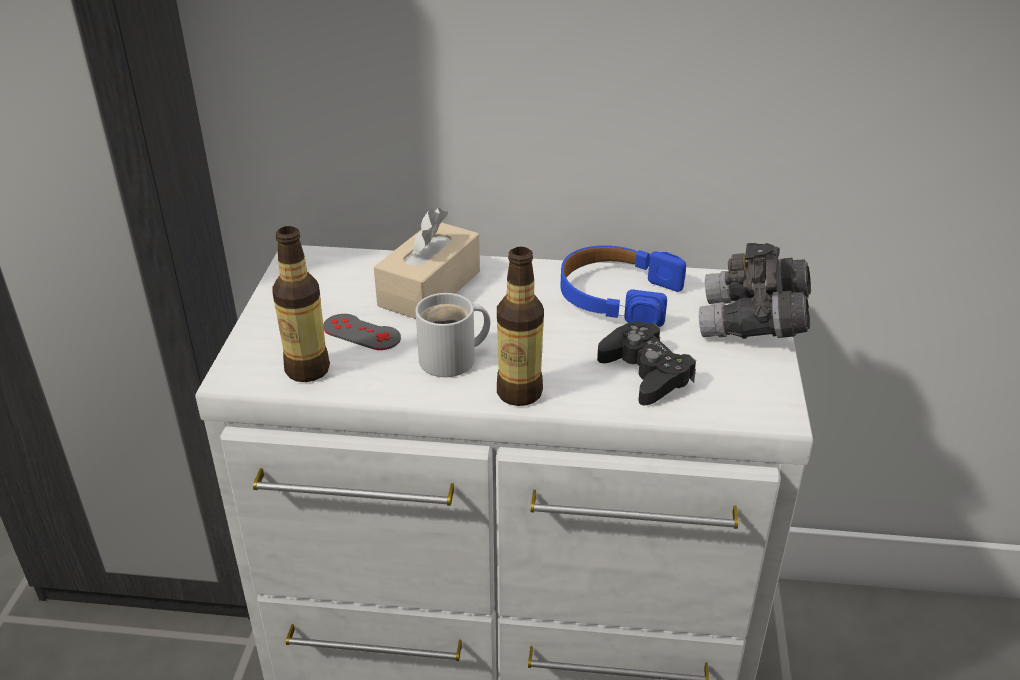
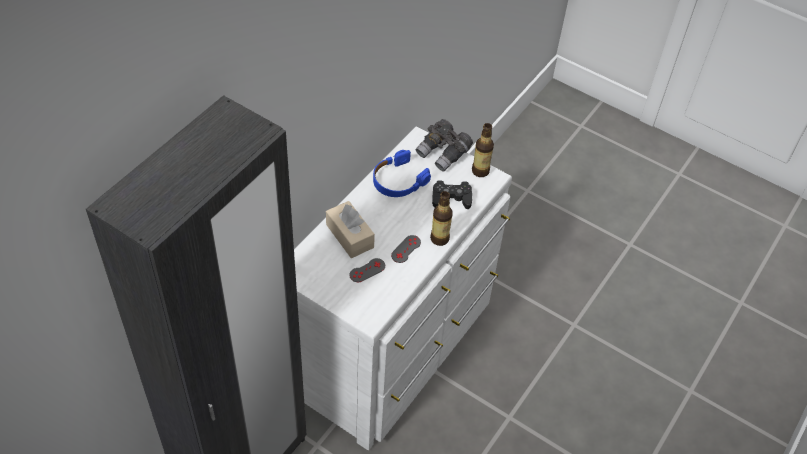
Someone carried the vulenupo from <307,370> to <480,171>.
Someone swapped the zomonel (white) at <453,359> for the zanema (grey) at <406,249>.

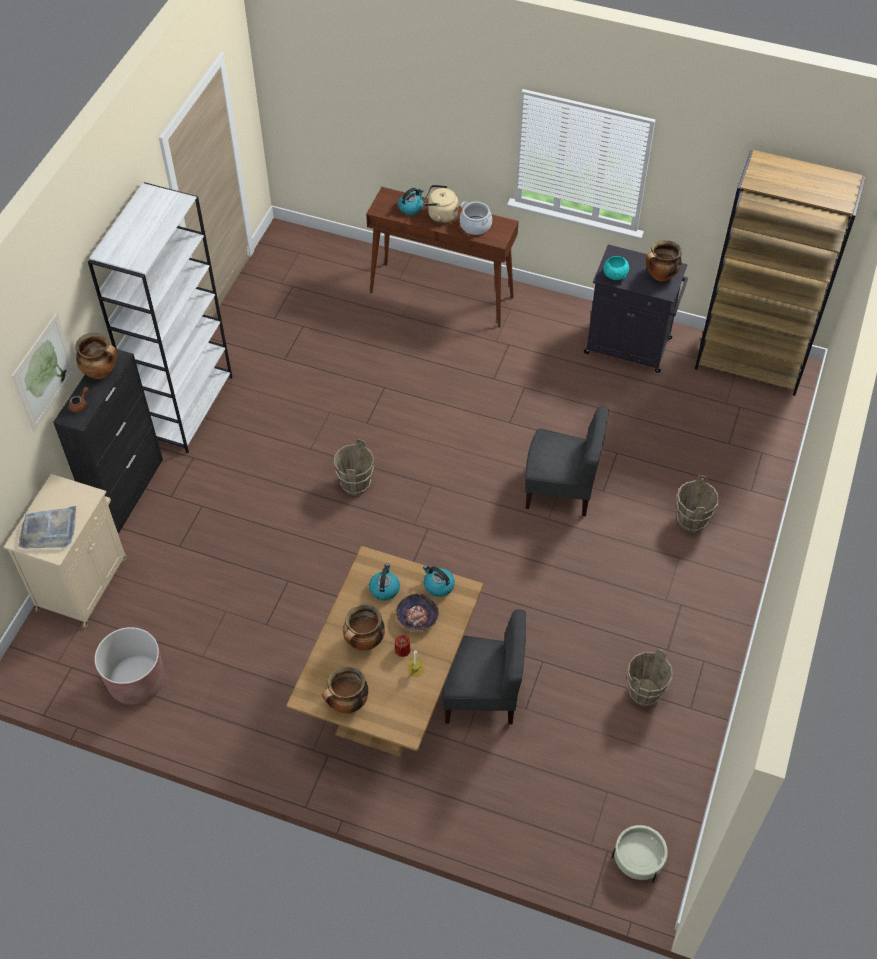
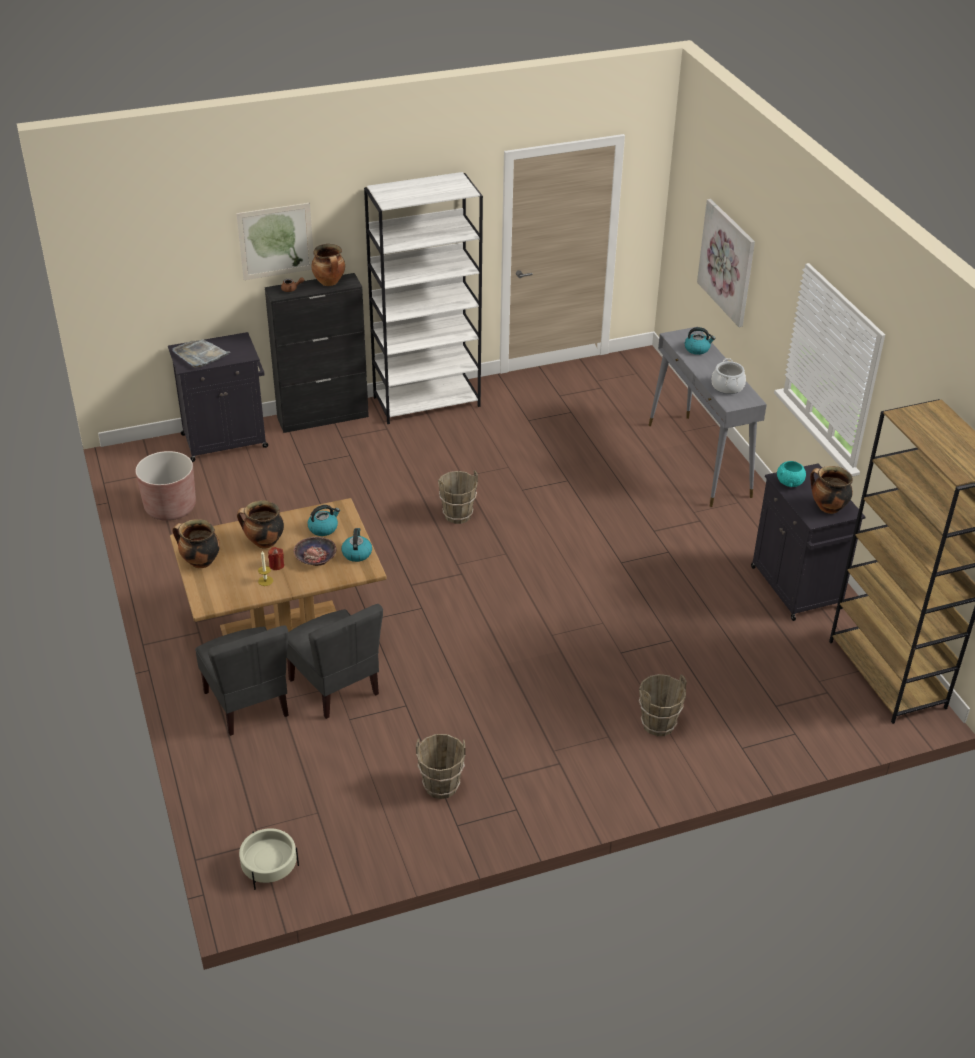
Someone took away the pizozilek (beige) at <440,215>.
Someone repainted the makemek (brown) at <442,295>, which became the makemek (grey) at <699,460>.
Someone carried the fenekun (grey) from <560,490> to <248,704>.
Someone repainted the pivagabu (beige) at <83,582>, which became the pivagabu (black) at <226,440>.
Someone put up the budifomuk at <727,262>.

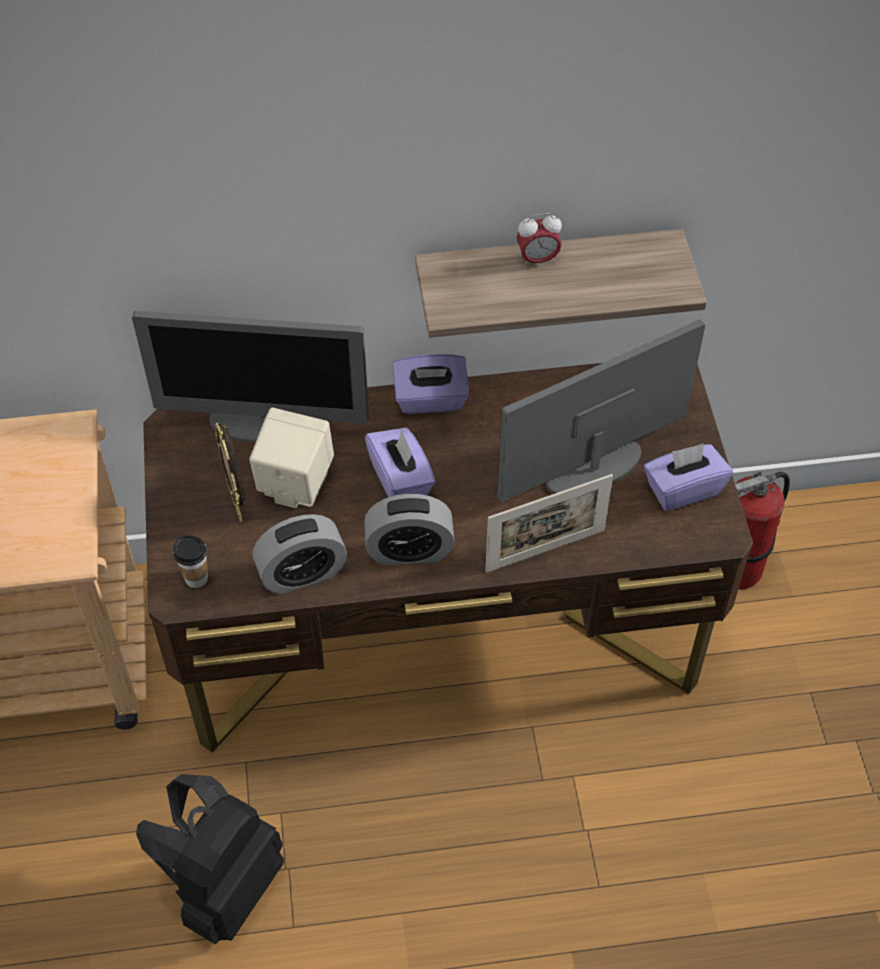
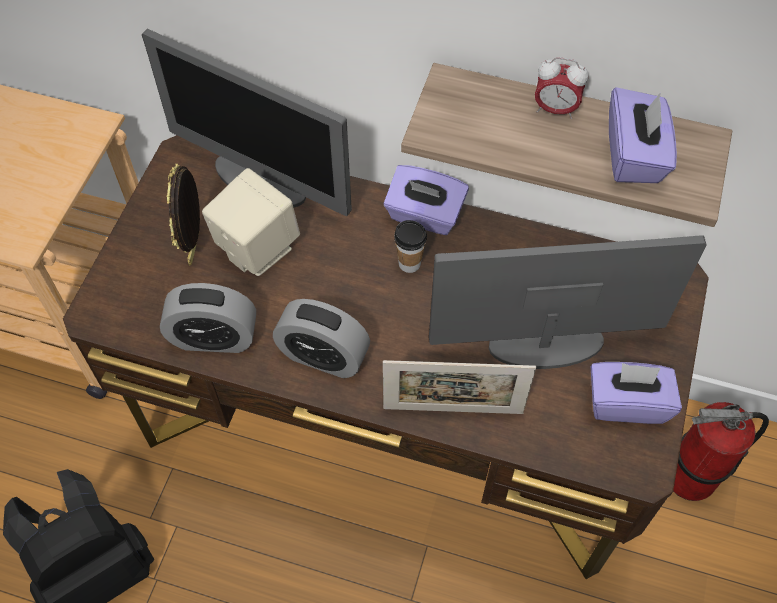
Someone carried the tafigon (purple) from <401,479> to <634,155>.
Someone carried the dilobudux from <196,578> to <409,263>.

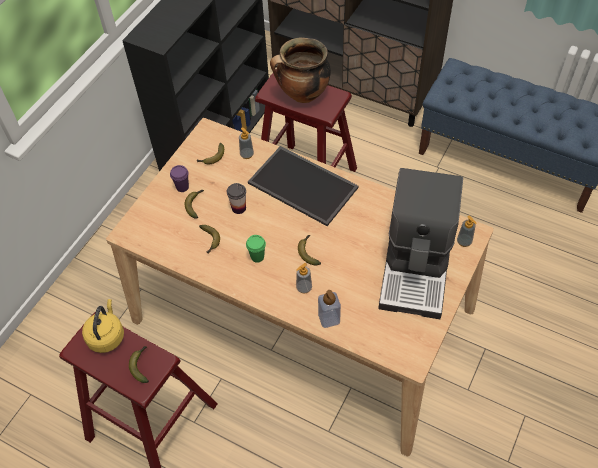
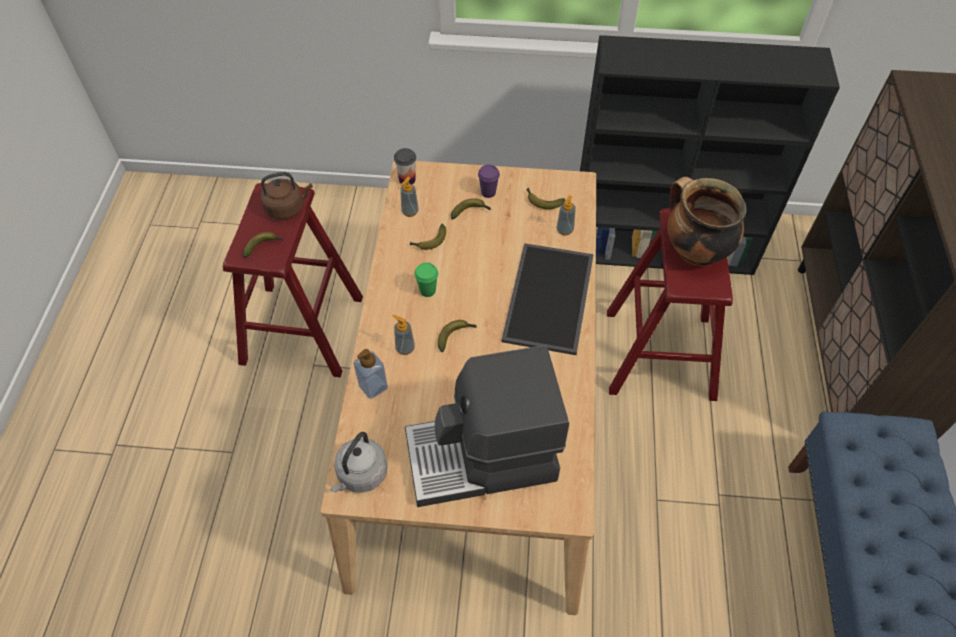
Someone carried the dilobudux from <239,208> to <407,180>.
Someone carried the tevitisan from <464,241> to <410,211>.
Someone repainted the pizozilek (yellow) at <107,336>, which became the pizozilek (brown) at <287,208>.
Someone put down the pizozilek (grey) at <361,475>.

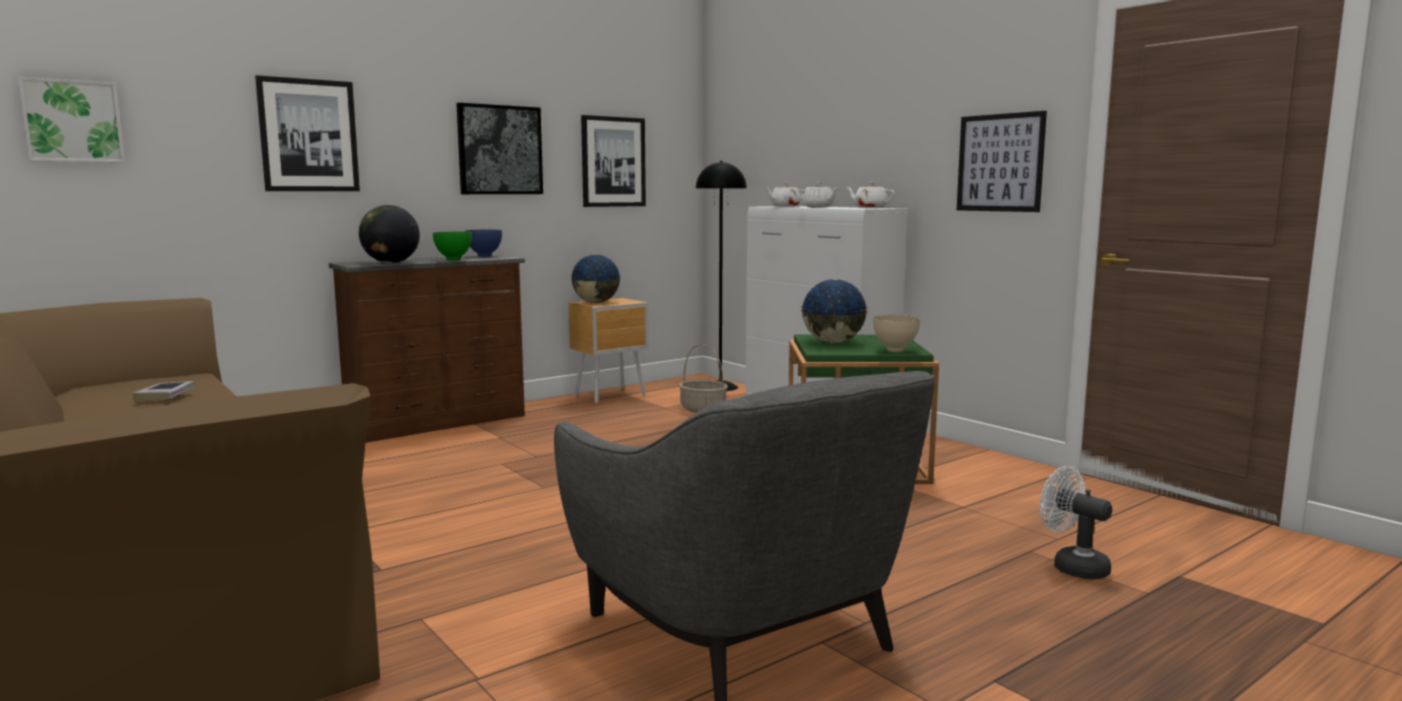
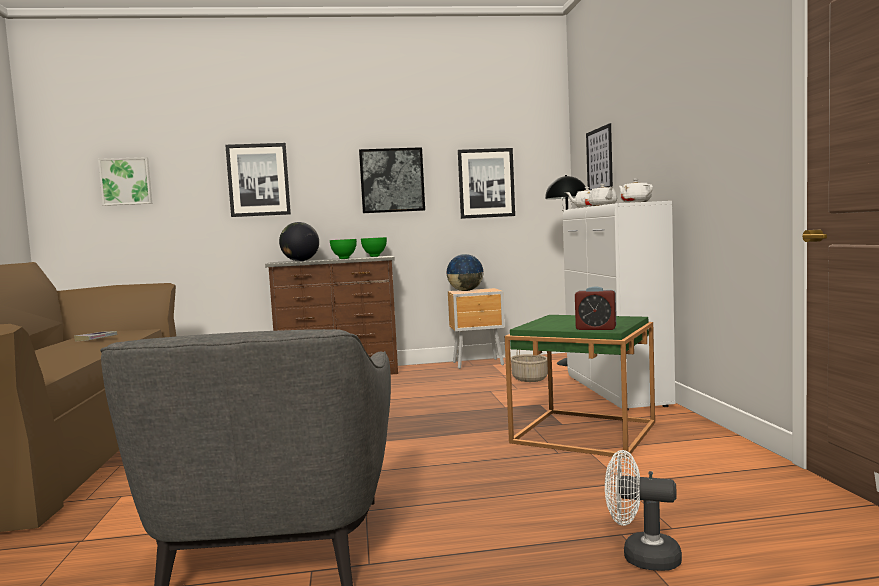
Someone carried the budifomuk from <1000,163> to <599,160>.
Someone repainted the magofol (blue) at <484,256>, which became the magofol (green) at <374,256>.
Someone took away the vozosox at <832,342>.
Someone swapped the magofol (beige) at <896,350> for the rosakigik at <596,328>.
Someone rotated the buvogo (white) at <1072,566> by 60 degrees counterclockwise.

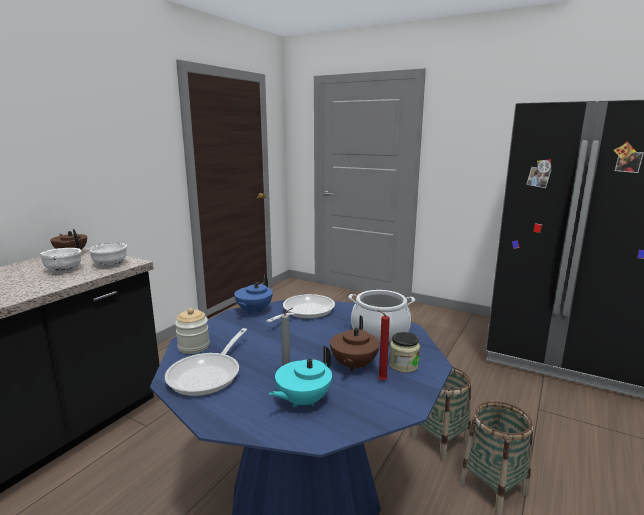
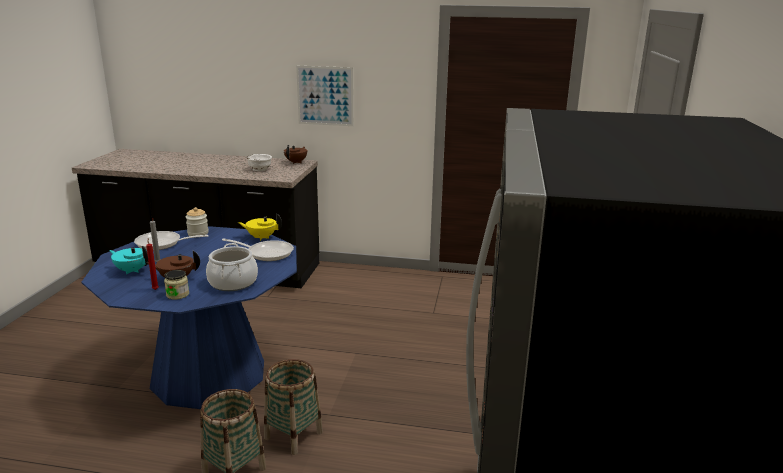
Someone took away the magofol (white) at <110,264>.
Someone repainted the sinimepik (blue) at <253,311>, which became the sinimepik (yellow) at <261,237>.
Someone put up the budifomuk at <325,96>.

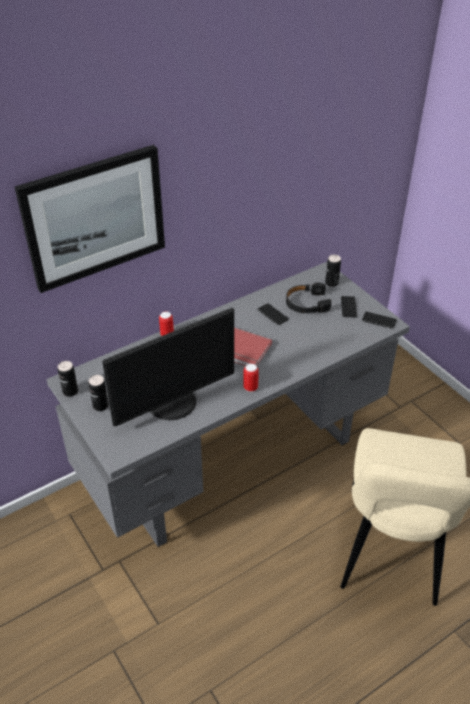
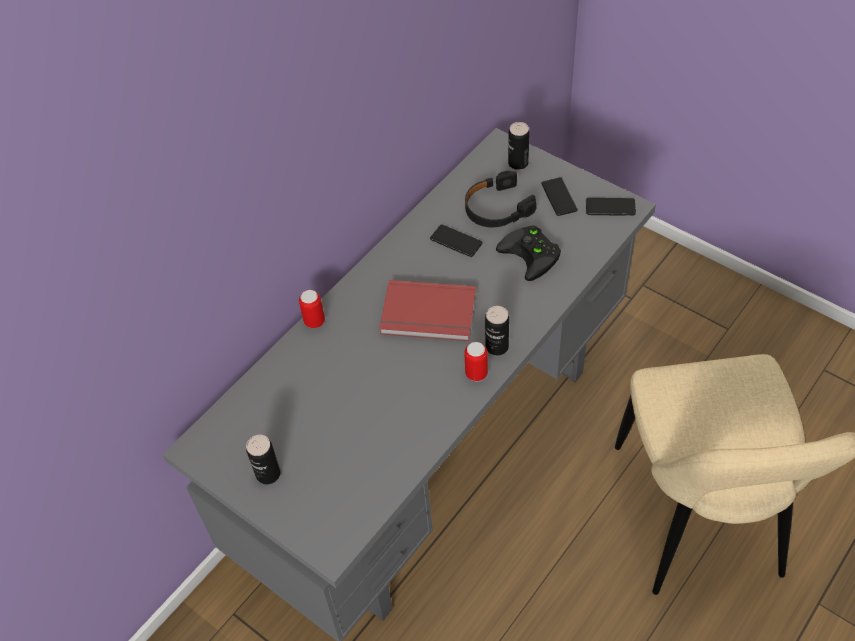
Someone took away the budifomuk at <94,217>.
Someone took away the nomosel at <173,403>.
Someone carried the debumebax from <70,391> to <497,347>.
Someone put down the zanema (black) at <533,255>.

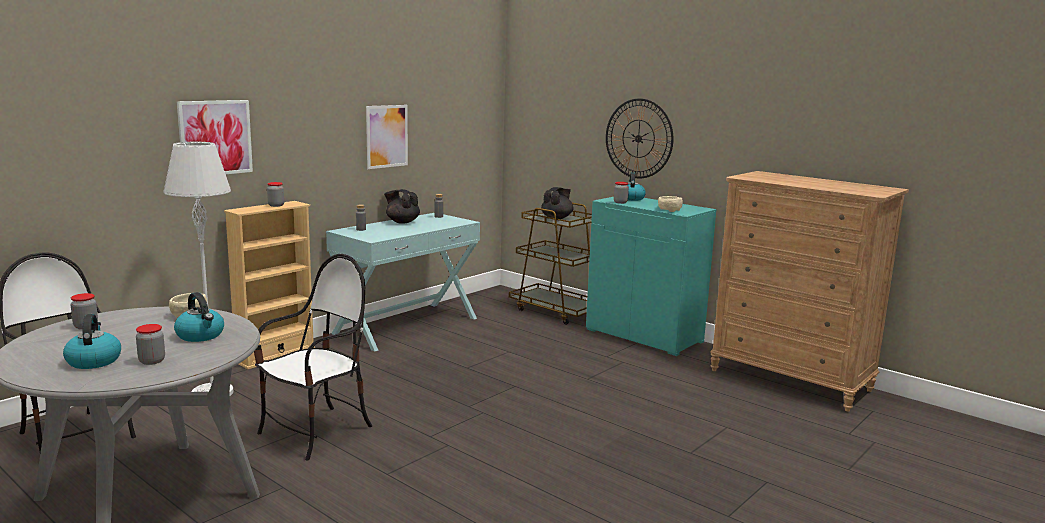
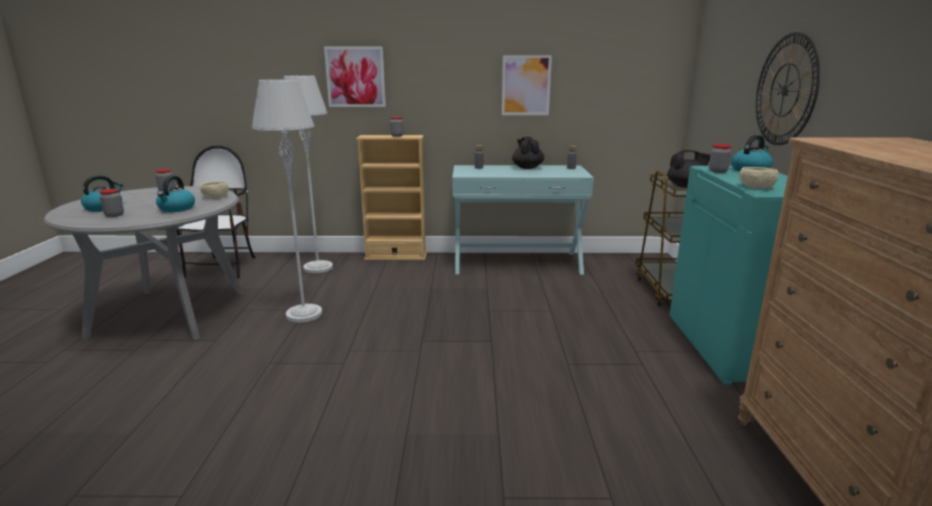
Someone swapped the fenekun at <316,432> for the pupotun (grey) at <304,314>.

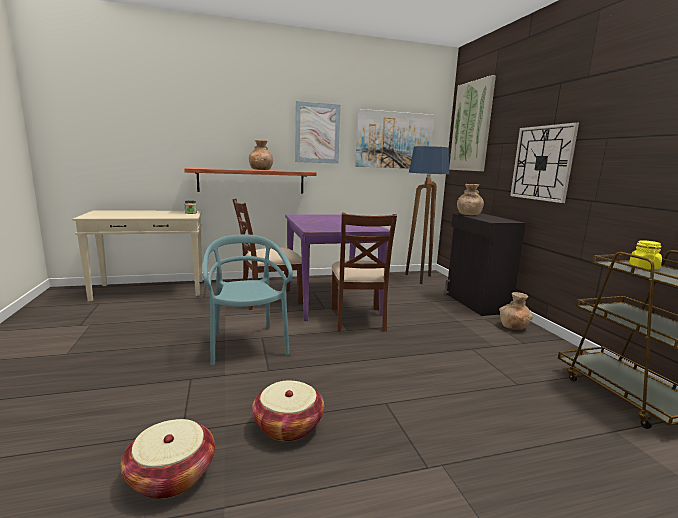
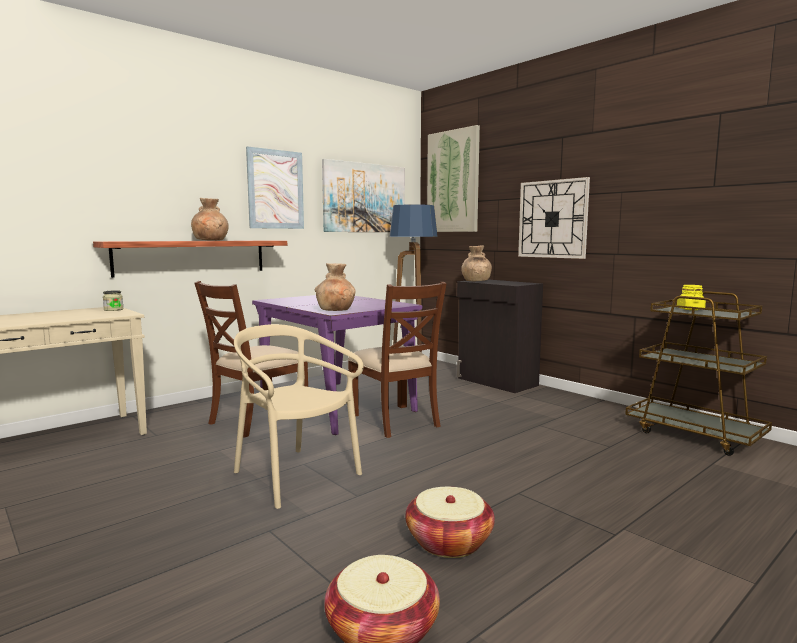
Someone repainted the fenekun (turquoise) at <247,344>, which became the fenekun (beige) at <294,476>.
Someone carried the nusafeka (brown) from <513,327> to <336,310>.

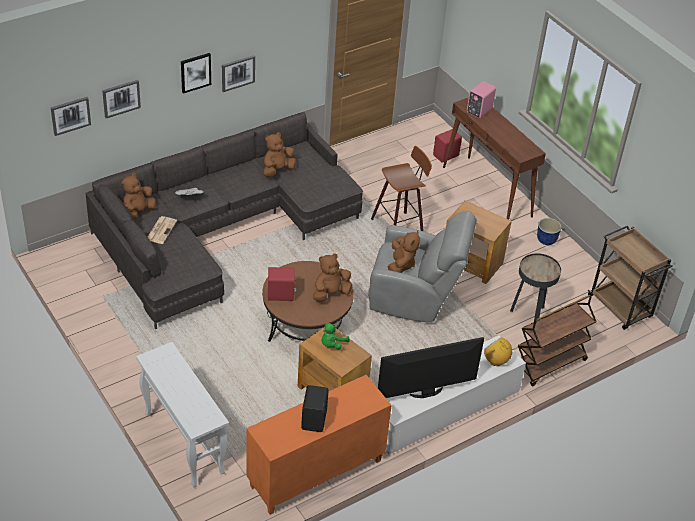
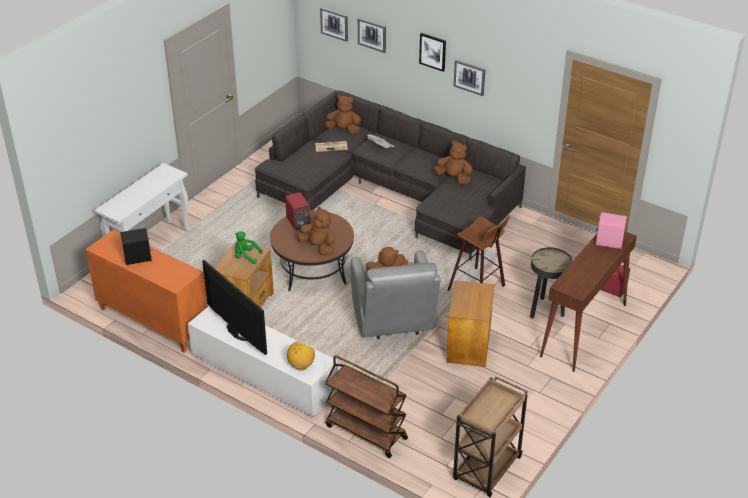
Someone took away the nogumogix at <546,240>.
Someone carried the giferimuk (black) from <529,315> to <545,311>.

